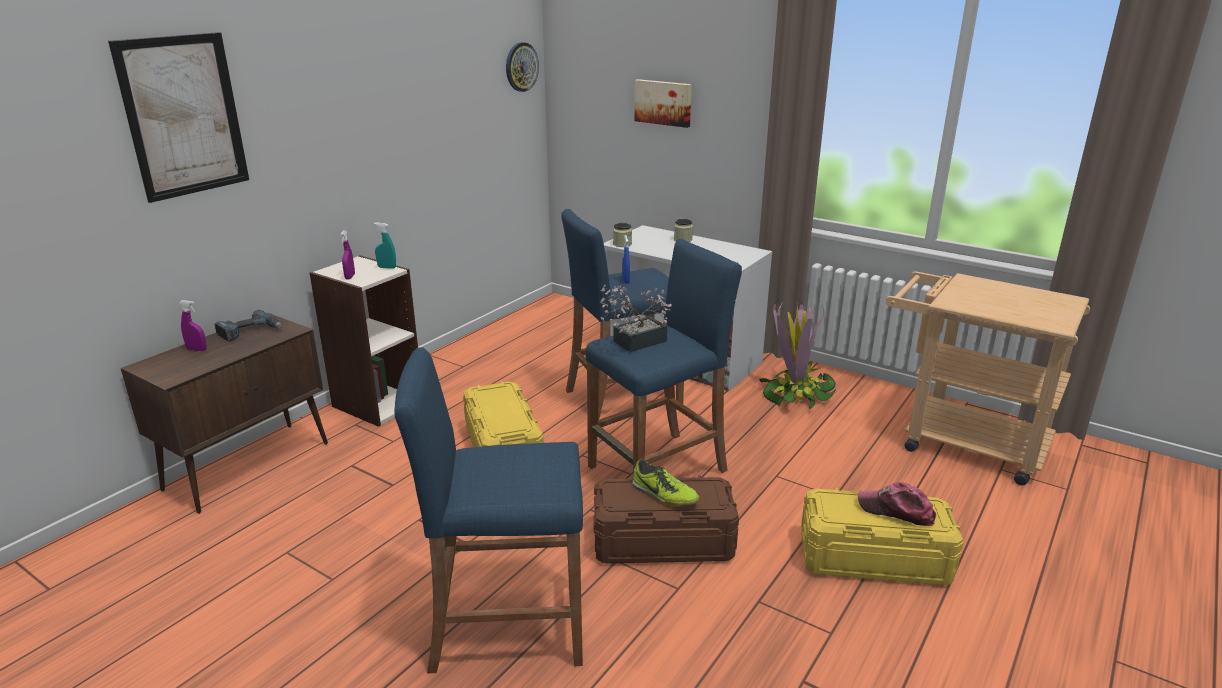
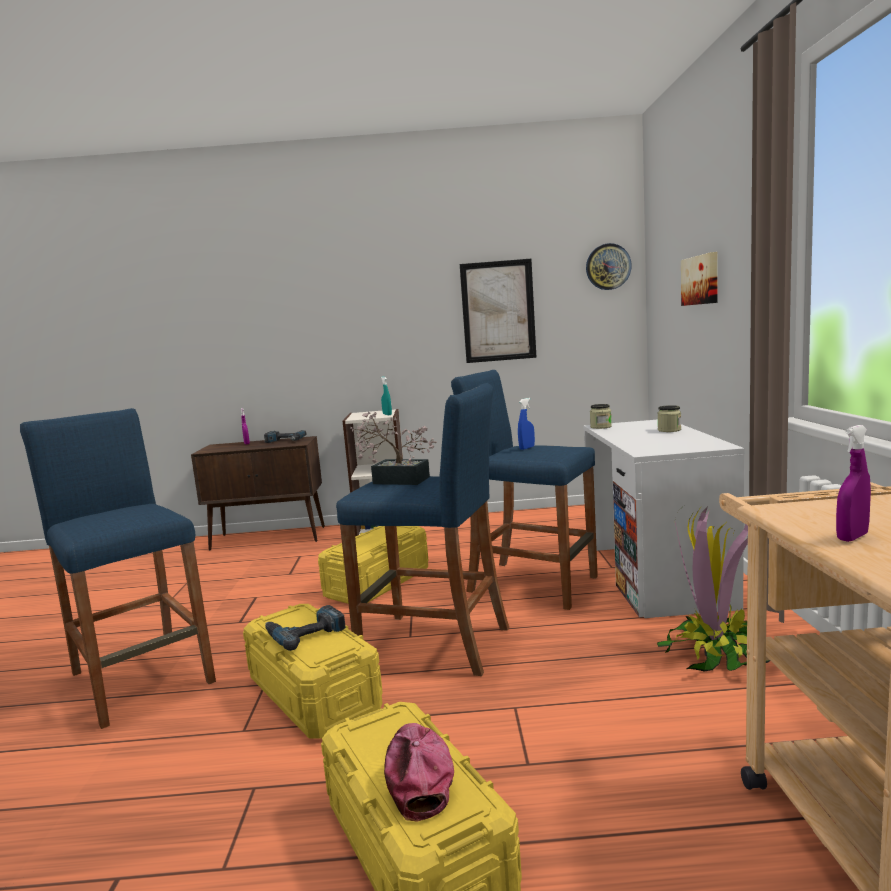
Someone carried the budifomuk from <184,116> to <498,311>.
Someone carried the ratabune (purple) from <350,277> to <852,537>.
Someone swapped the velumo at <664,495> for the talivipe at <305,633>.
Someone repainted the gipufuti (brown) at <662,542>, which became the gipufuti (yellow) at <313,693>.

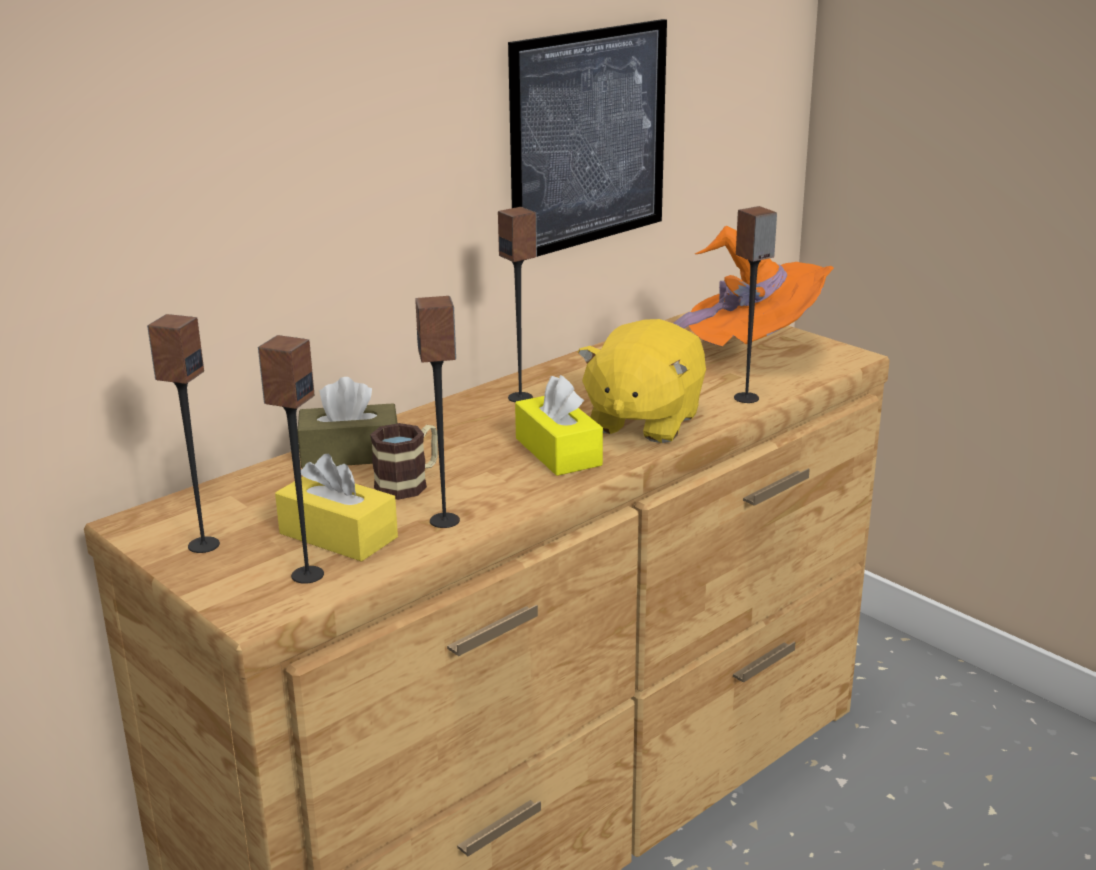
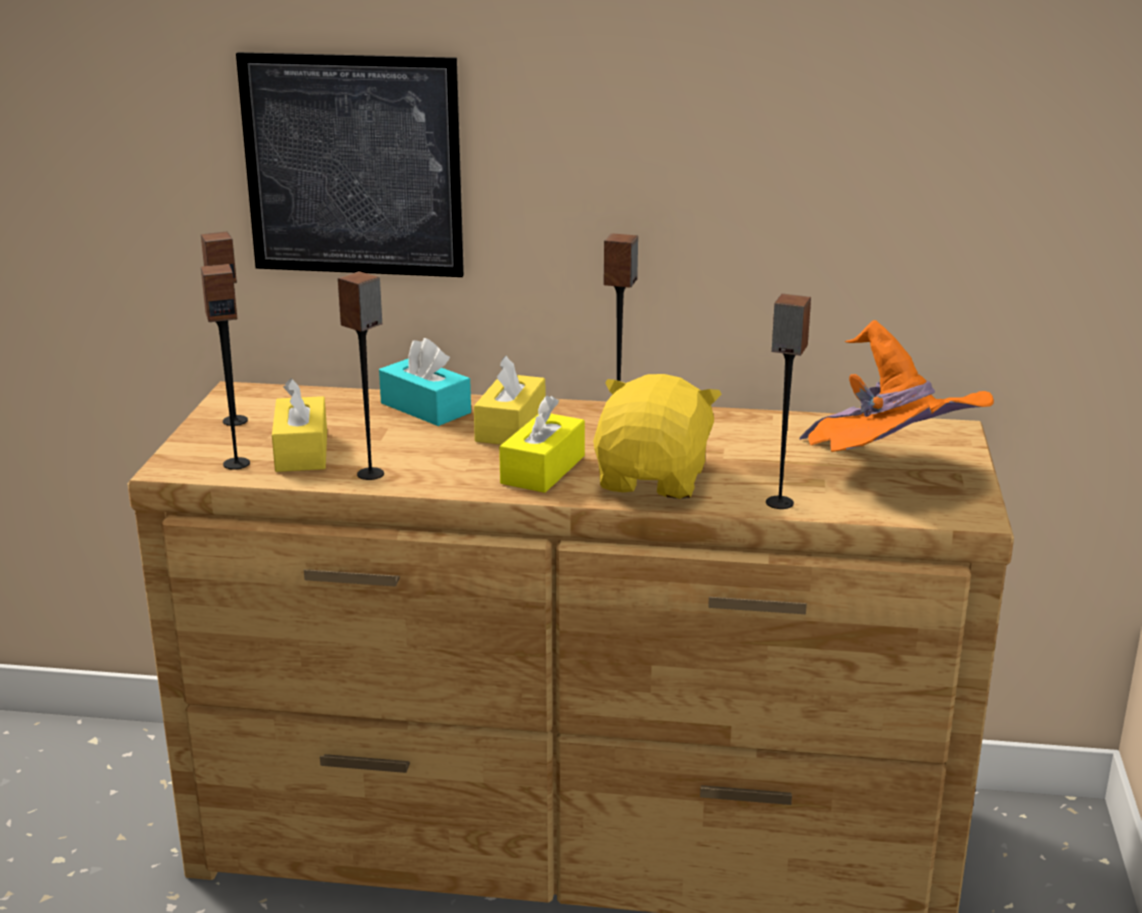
Someone carried the budifomuk from <589,138> to <353,166>.
Someone rotated the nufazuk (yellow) at <643,421> by 120 degrees clockwise.
Someone repainted the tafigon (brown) at <350,454>, which became the tafigon (turquoise) at <425,408>.
Someone took away the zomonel at <409,483>.
Someone put down the tafigon (yellow) at <510,427>.

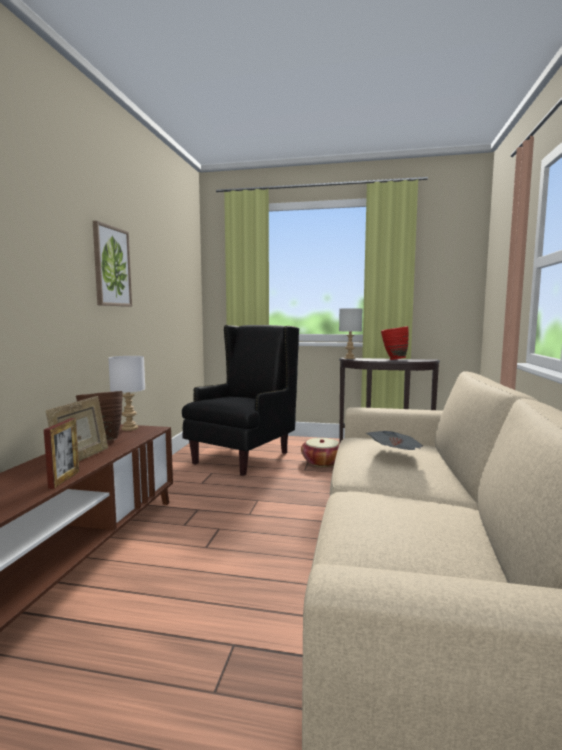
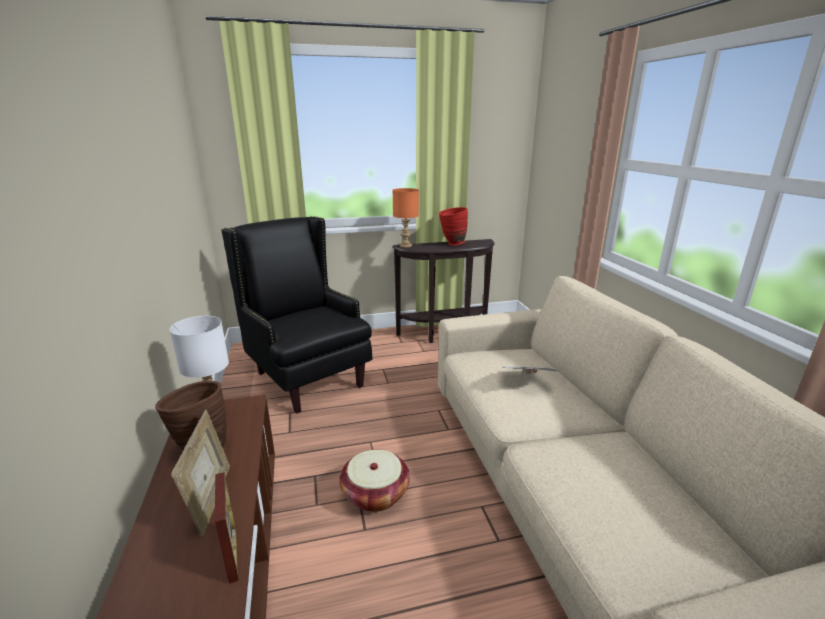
Someone took away the budifomuk at <111,266>.
Someone repainted the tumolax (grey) at <350,358>, which became the tumolax (orange) at <406,246>.
Someone rotated the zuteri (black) at <242,457> by 45 degrees counterclockwise.
Someone carried the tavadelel from <322,462> to <375,494>.

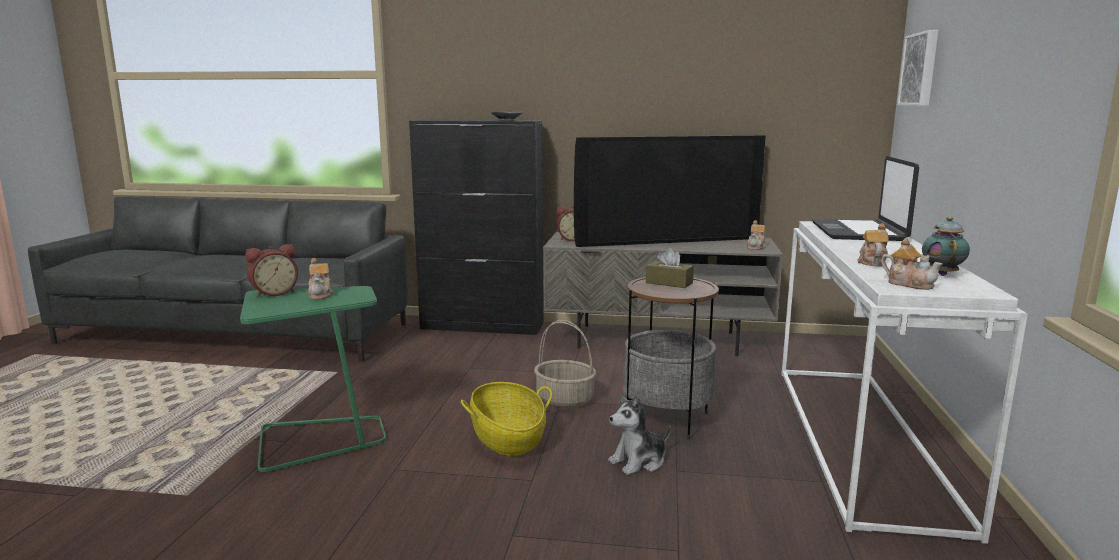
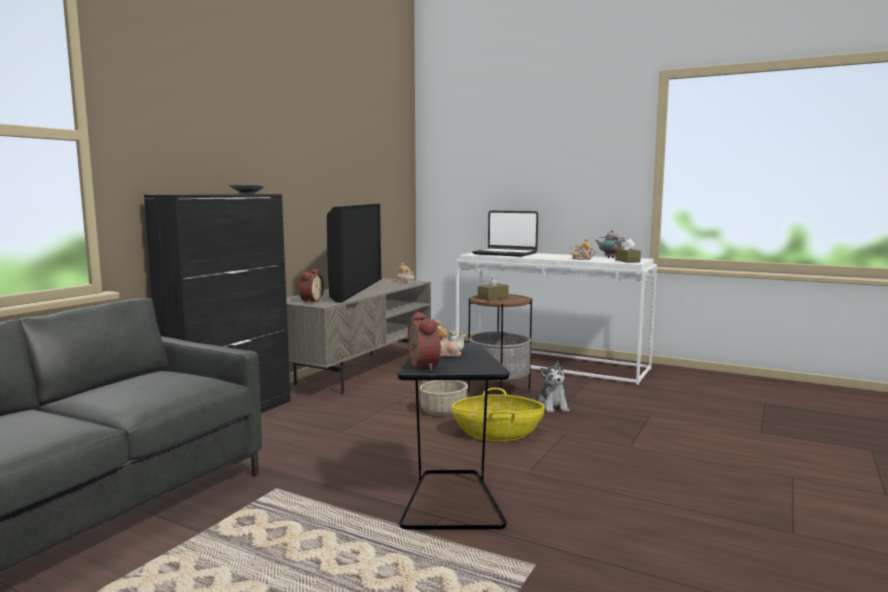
Someone took away the budifomuk at <921,69>.
Someone swapped the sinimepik at <909,284> for the tafigon (brown) at <627,261>.
Someone repainted the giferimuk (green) at <319,440>, which became the giferimuk (black) at <451,501>.

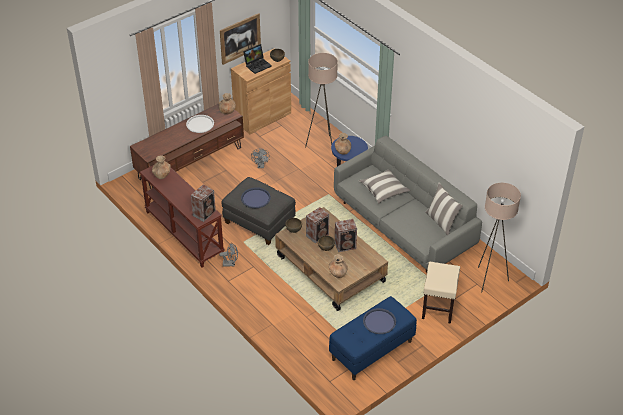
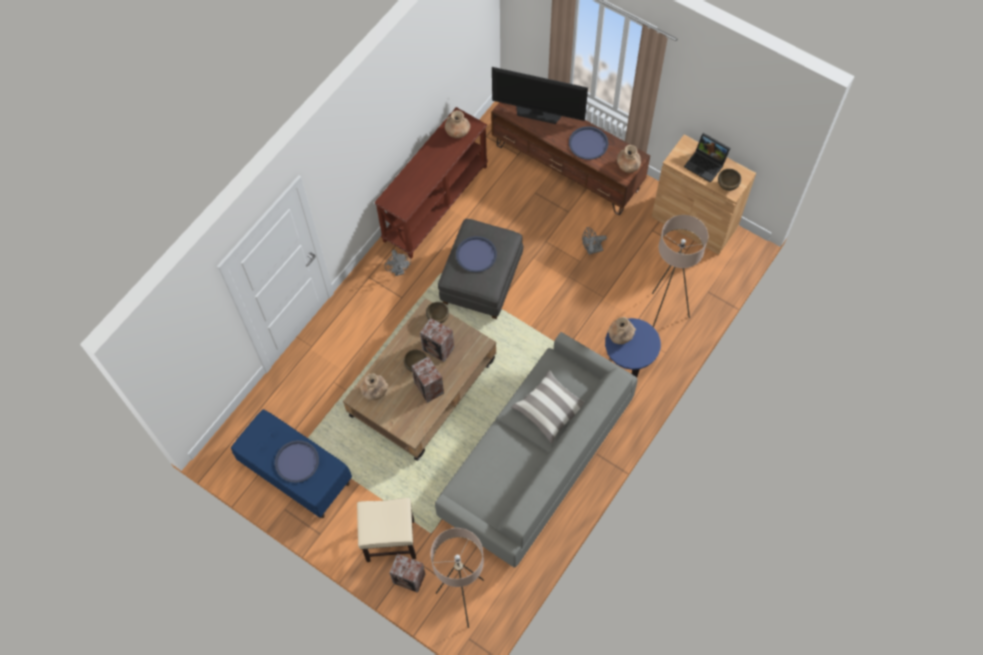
Someone took away the budifomuk at <240,38>.
Someone repainted the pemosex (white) at <200,124>, which became the pemosex (blue) at <588,143>.
Someone took away the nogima at <441,222>.
Someone carried the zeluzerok from <205,213> to <410,579>.
Someone put down the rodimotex at <538,113>.

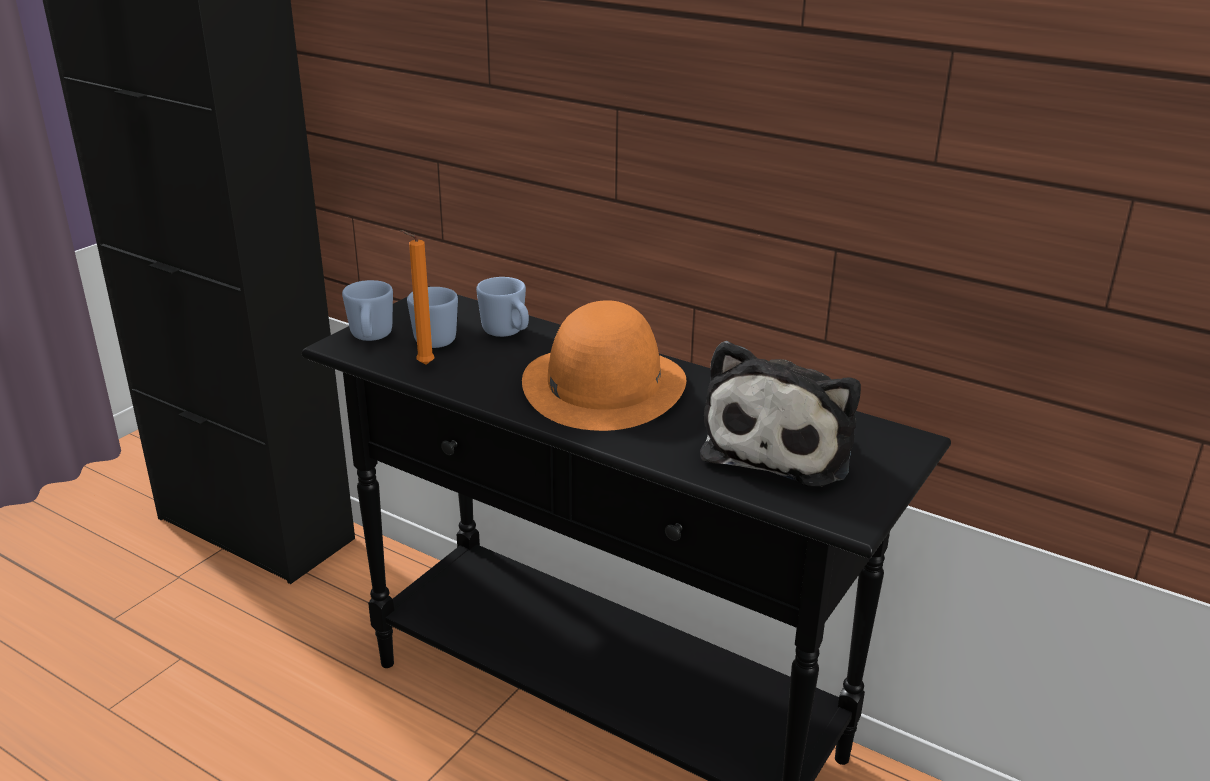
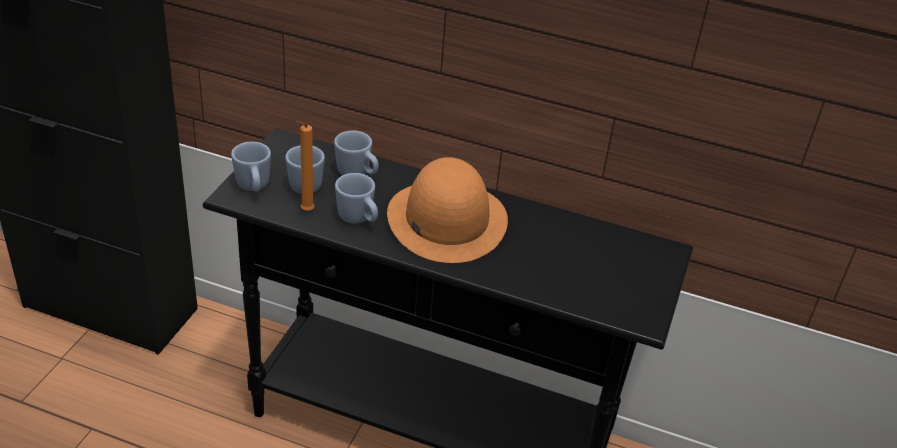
Someone took away the nufazuk at <782,446>.
Someone put down the zomonel (blue) at <358,219>.

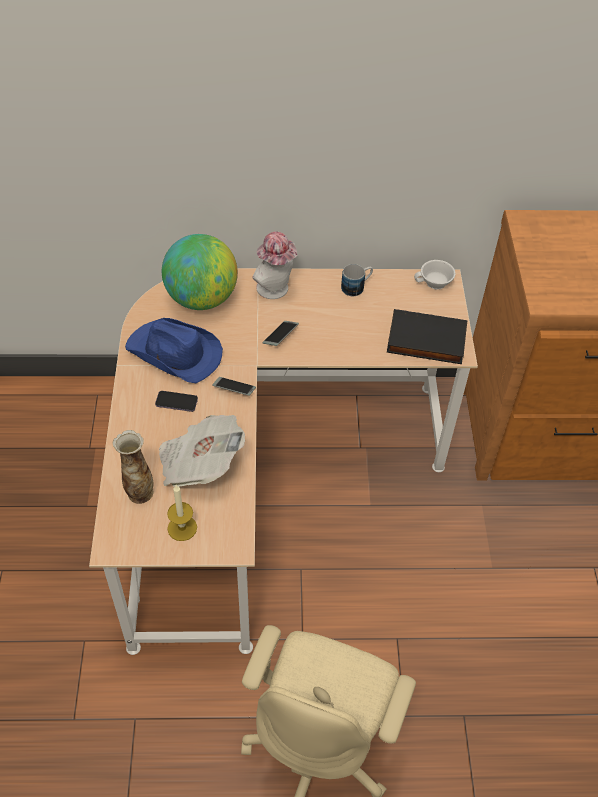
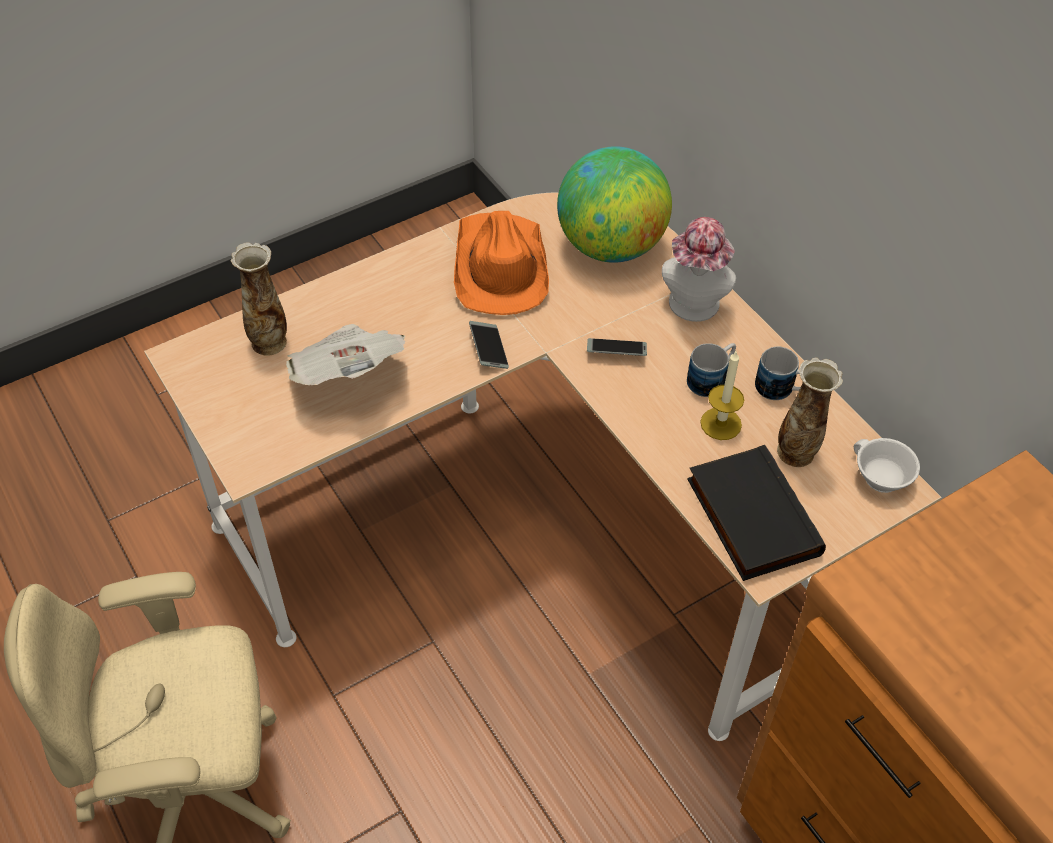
Someone repainted the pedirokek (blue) at <175,353>, which became the pedirokek (orange) at <499,267>.
Someone took away the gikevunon at <176,402>.
Someone carried the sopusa from <182,528> to <721,423>.
Someone put down the zomonel at <711,378>.
Someone put down the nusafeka at <796,453>.

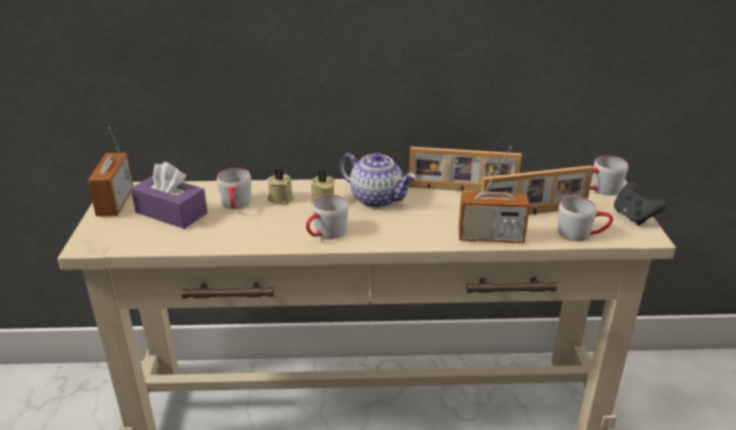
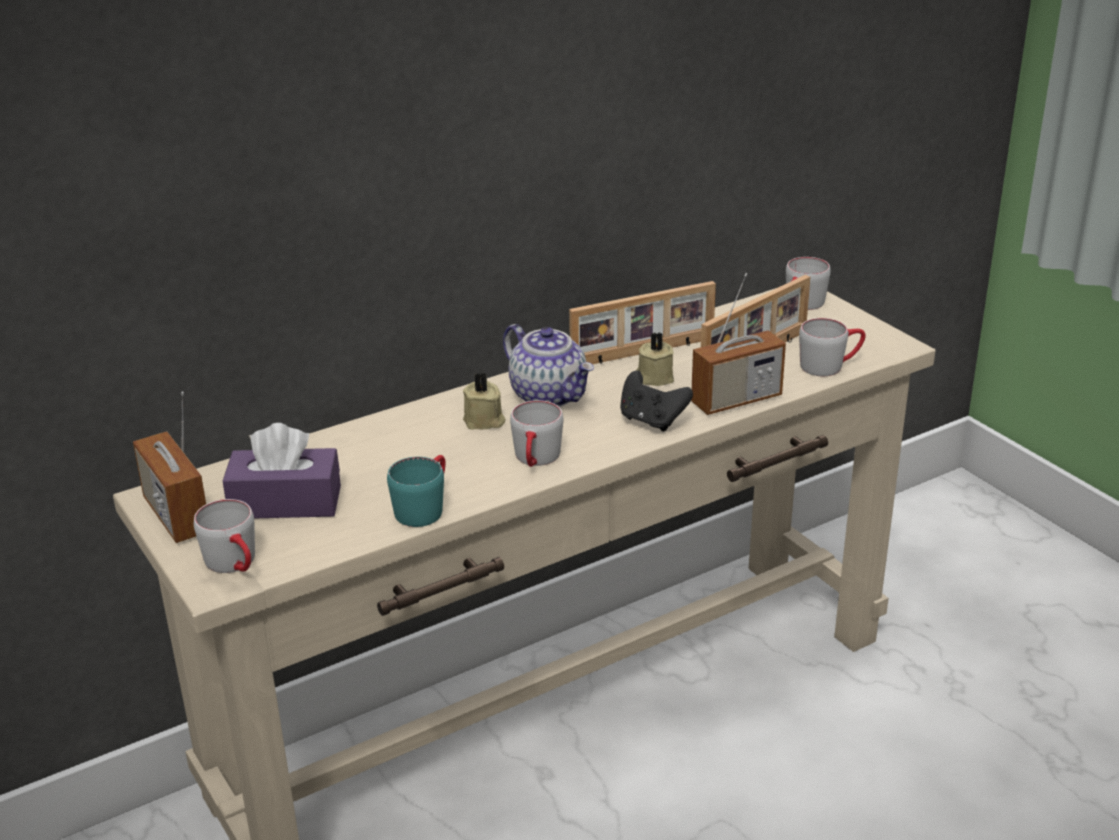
Someone rotated the sinimepik at <377,199> by 45 degrees clockwise.
Someone carried the sopusa (beige) from <281,198> to <654,377>.
Someone carried the zomonel (grey) from <236,206> to <236,564>.
Someone carried the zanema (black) from <633,217> to <651,421>.
Someone put down the zomonel (turquoise) at <424,507>.

